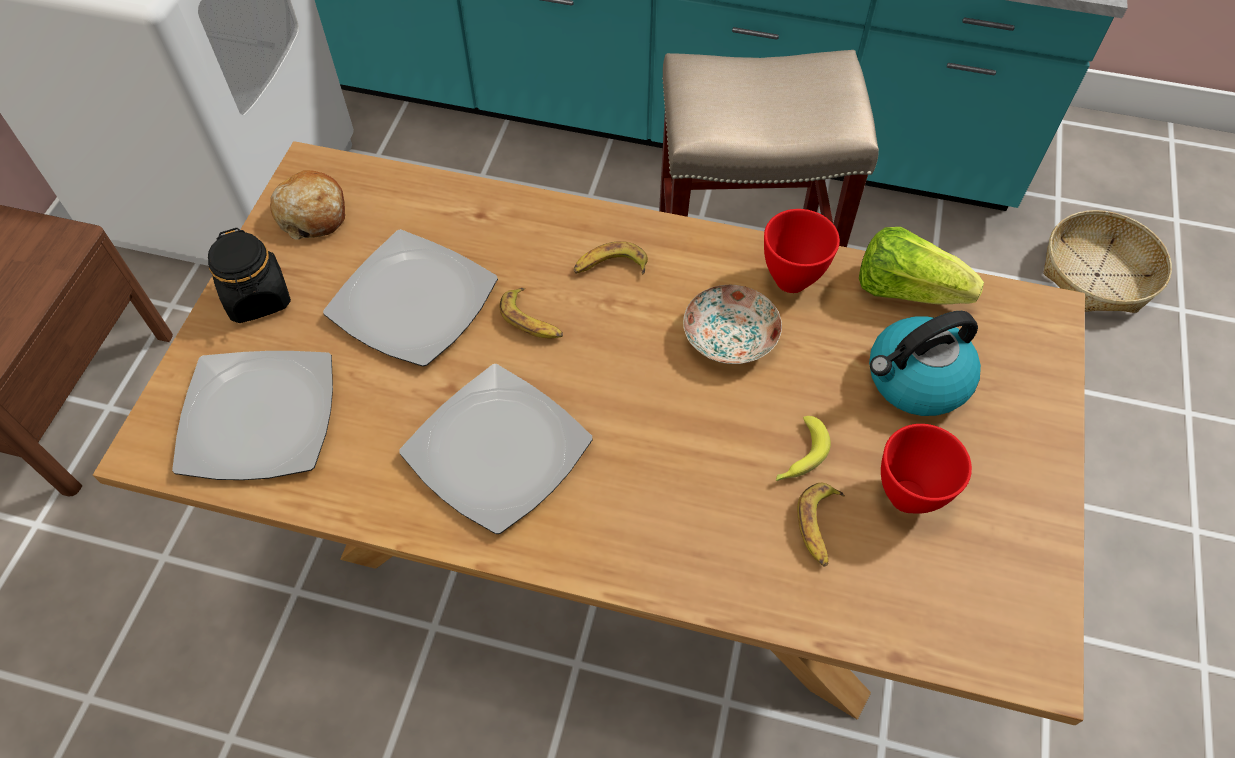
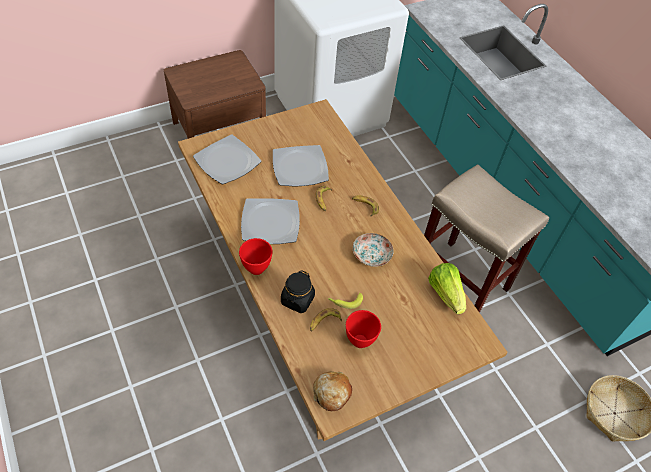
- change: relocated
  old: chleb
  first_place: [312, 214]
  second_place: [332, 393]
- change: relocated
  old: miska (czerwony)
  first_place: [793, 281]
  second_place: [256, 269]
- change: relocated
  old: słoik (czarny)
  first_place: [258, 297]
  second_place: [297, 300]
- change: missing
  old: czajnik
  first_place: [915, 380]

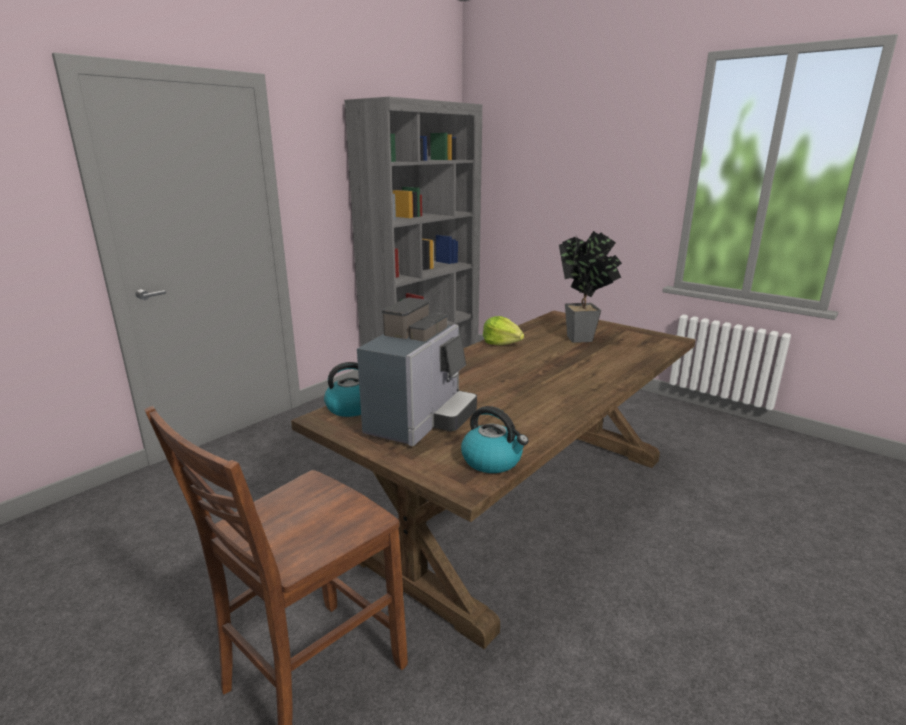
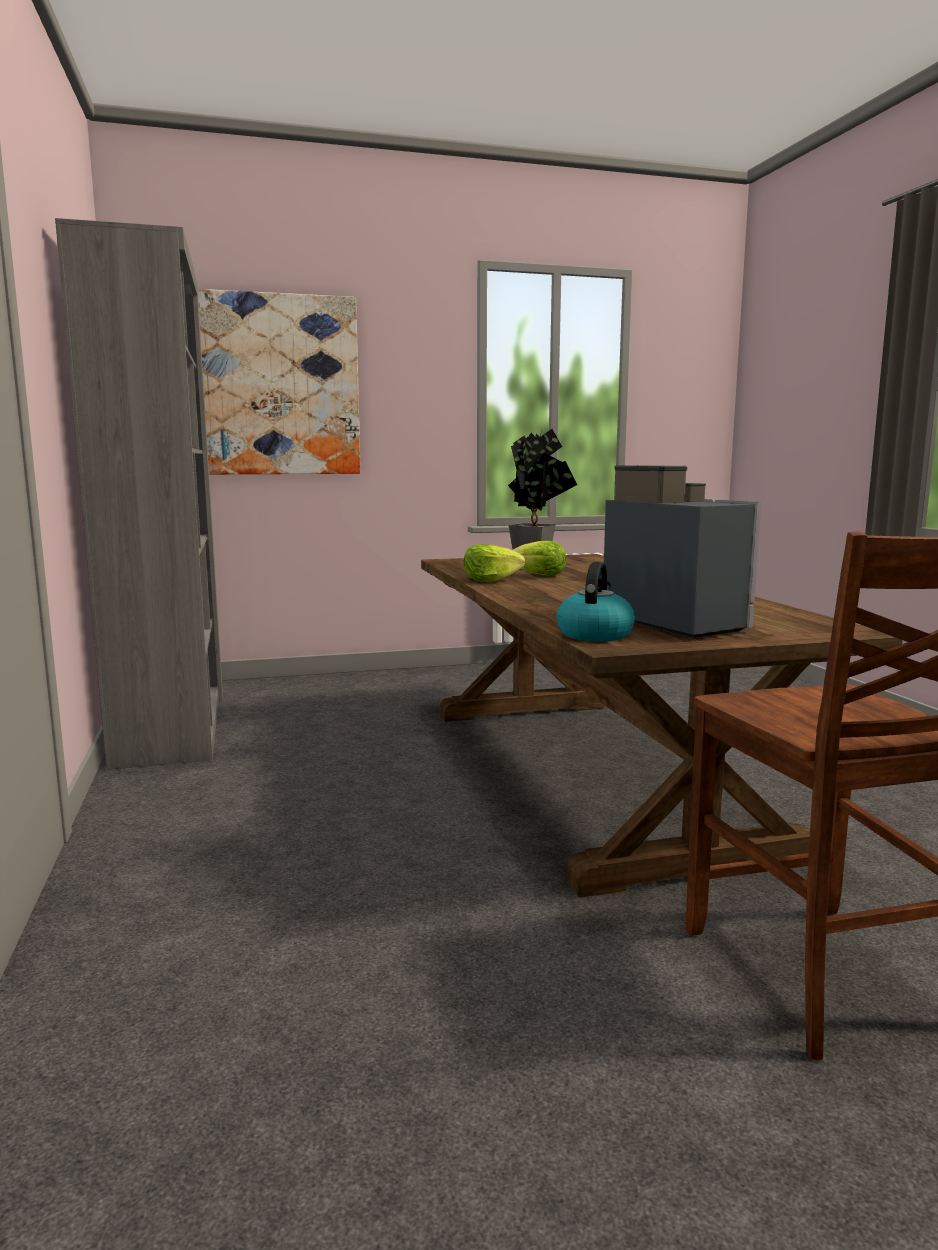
- change: missing
  old: czajnik
  first_place: [493, 460]
- change: appeared
  new: obraz
  second_place: [270, 385]
- change: appeared
  new: sałata
  second_place: [539, 575]

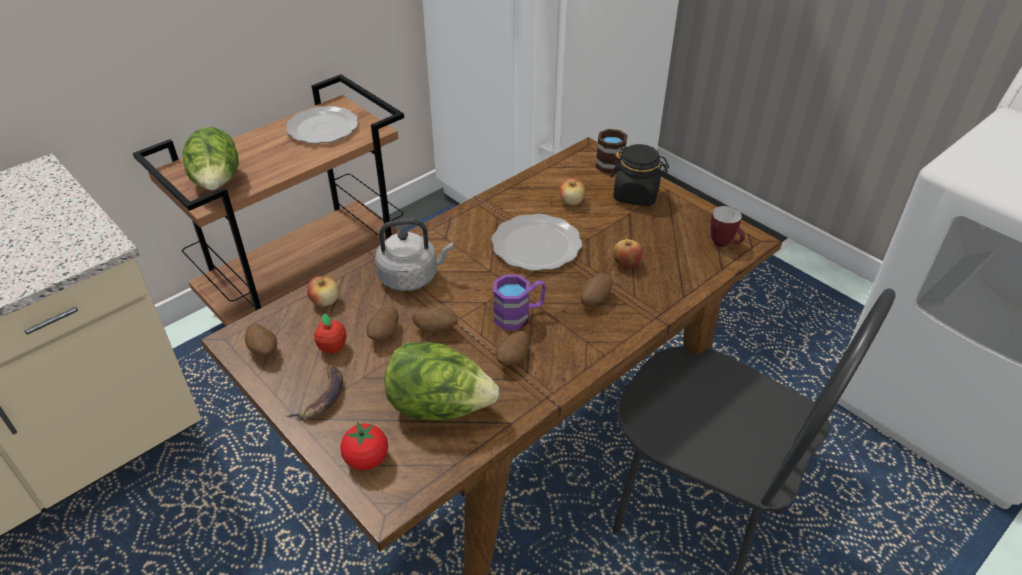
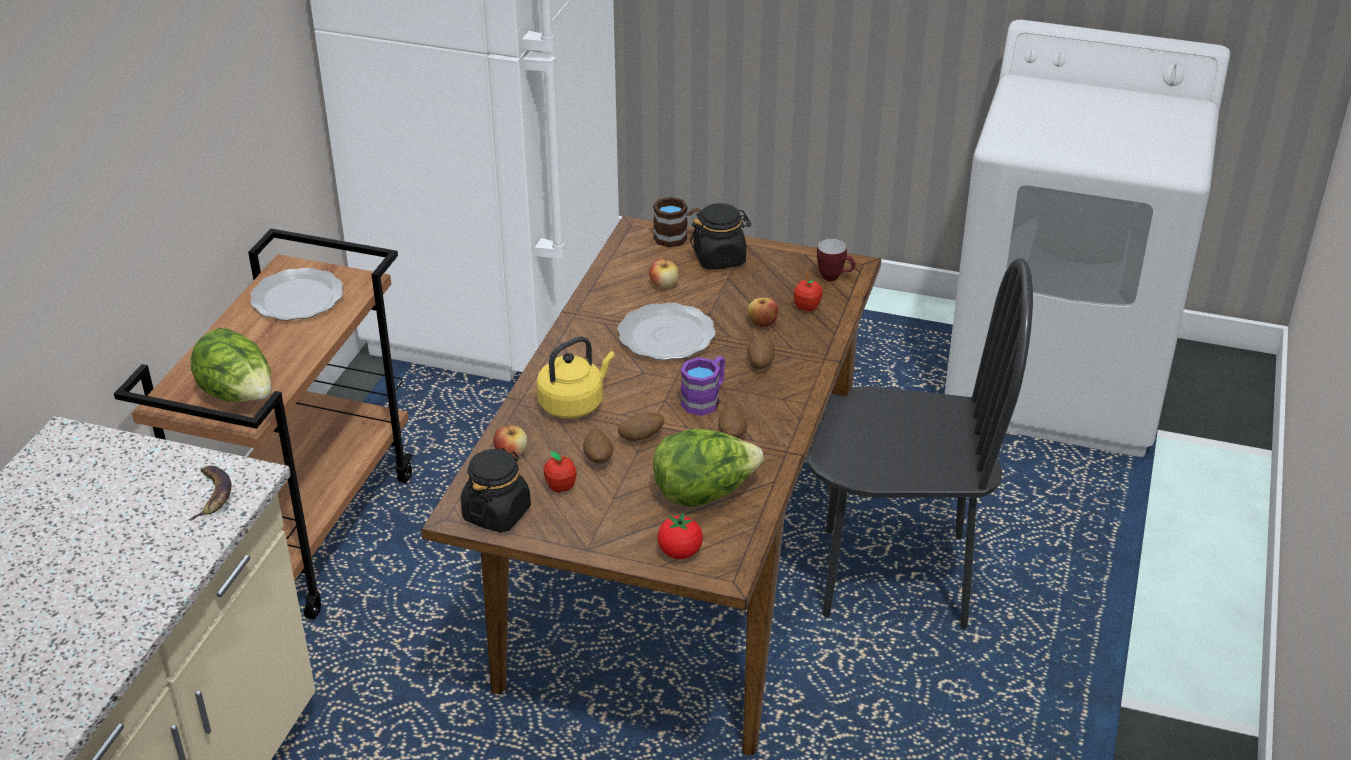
- change: colour
  old: czajnik (szary)
  new: czajnik (żółty)
  first_place: [412, 277]
  second_place: [574, 403]
- change: exchanged
  old: ziemniak
  new: słoik (czarny)
  first_place: [264, 350]
  second_place: [497, 513]
- change: relocated
  old: banan
  first_place: [321, 397]
  second_place: [211, 495]
- change: appeared
  new: jabłko
  second_place: [807, 307]

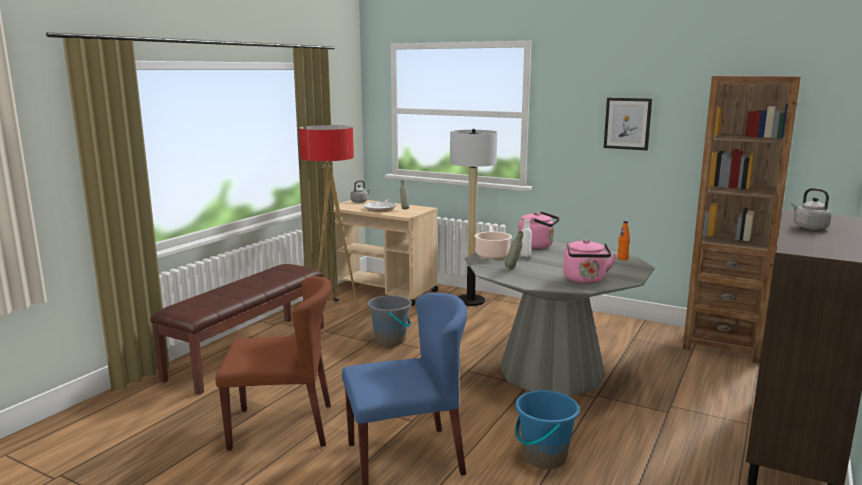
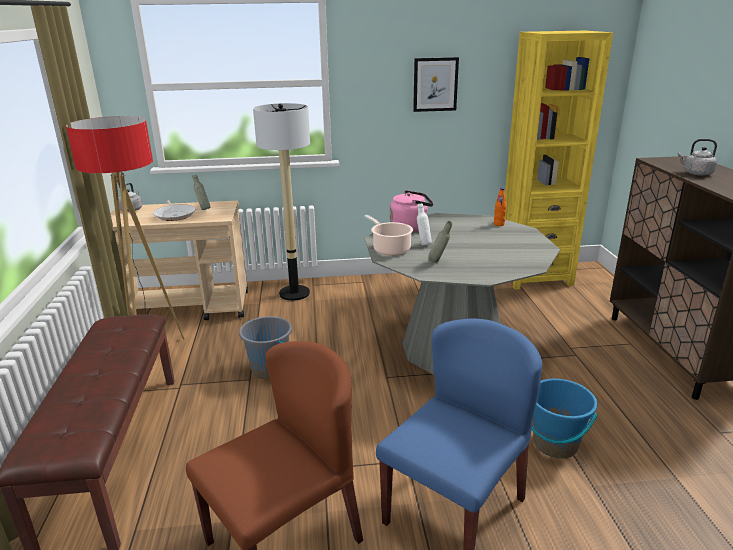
- change: colour
  old: regał (brązowy)
  new: regał (żółty)
  first_place: [723, 345]
  second_place: [534, 276]
- change: missing
  old: czajnik (różowy)
  first_place: [585, 280]

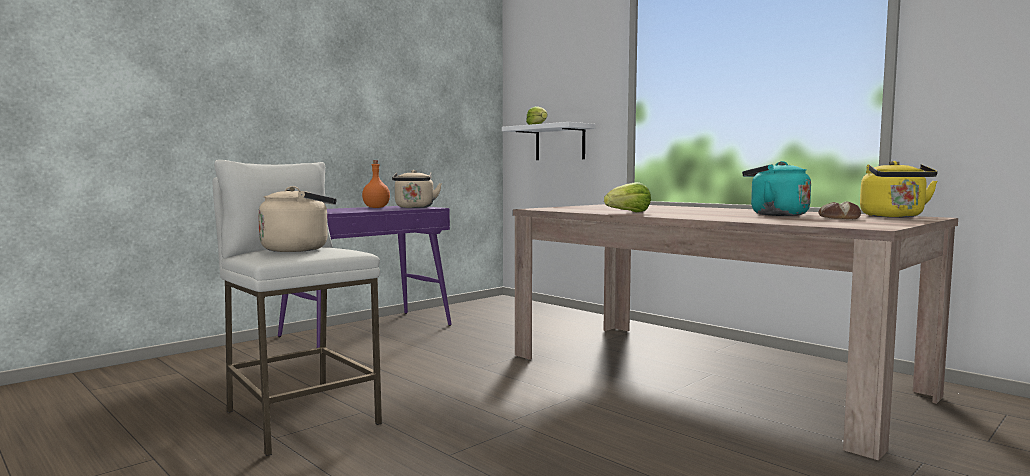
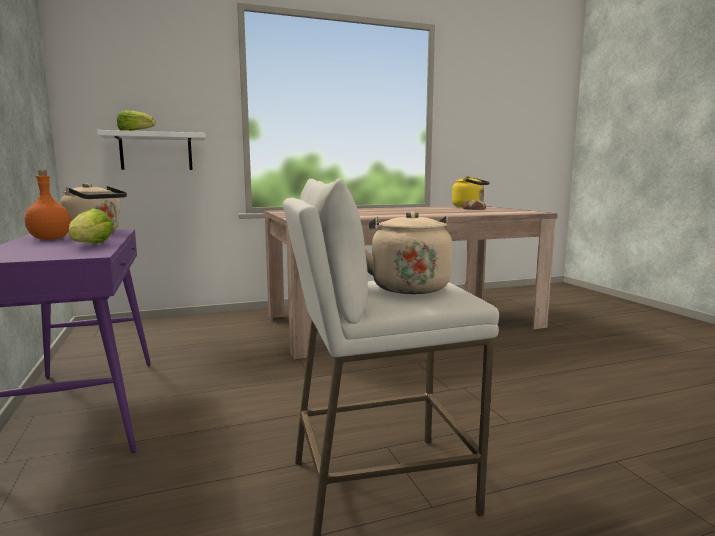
- change: missing
  old: czajnik (turkusowy)
  first_place: [774, 215]
- change: relocated
  old: sałata
  first_place: [628, 212]
  second_place: [91, 245]

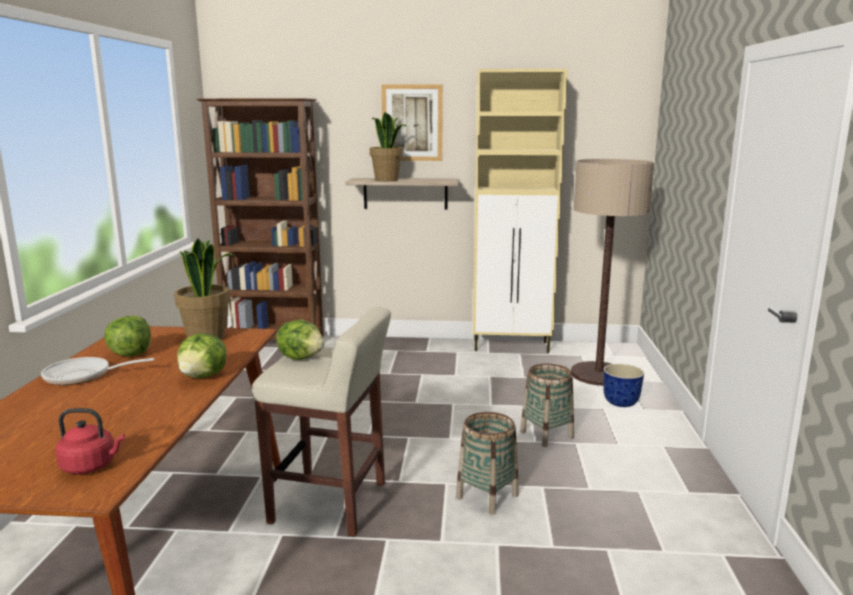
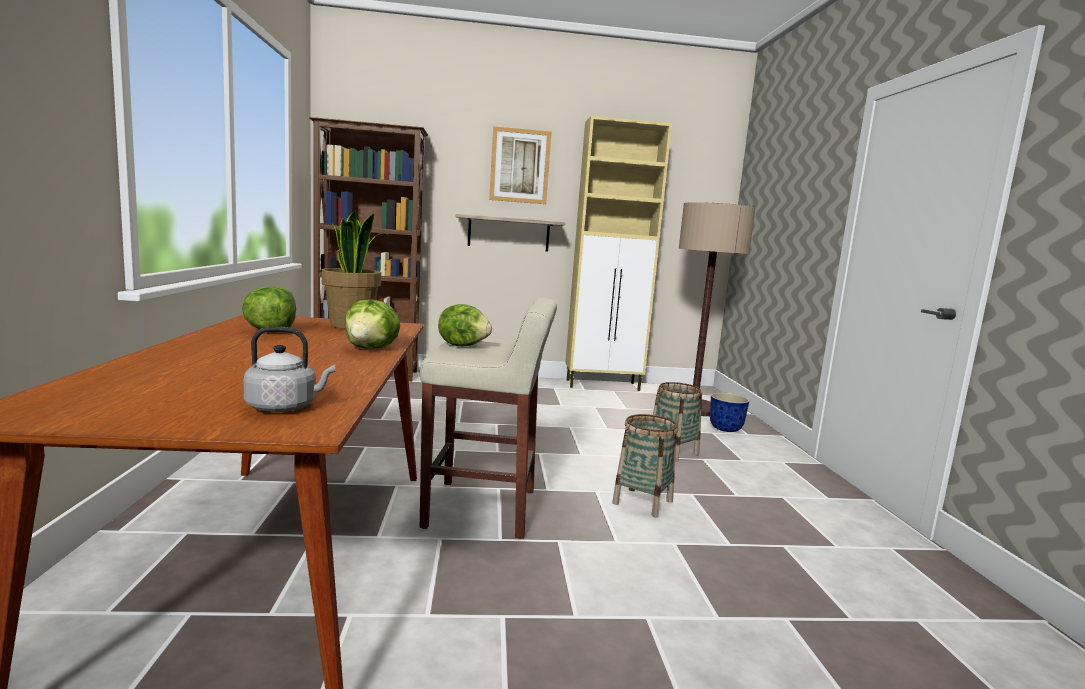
- change: missing
  old: roślina doniczkowa
  first_place: [387, 180]
- change: missing
  old: patelnia
  first_place: [83, 376]
- change: colour
  old: czajnik (czerwony)
  new: czajnik (szary)
  first_place: [91, 466]
  second_place: [285, 407]

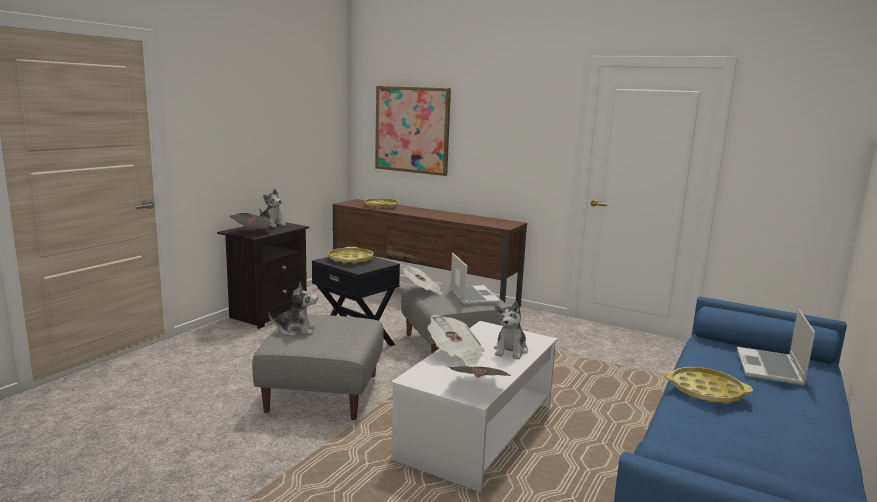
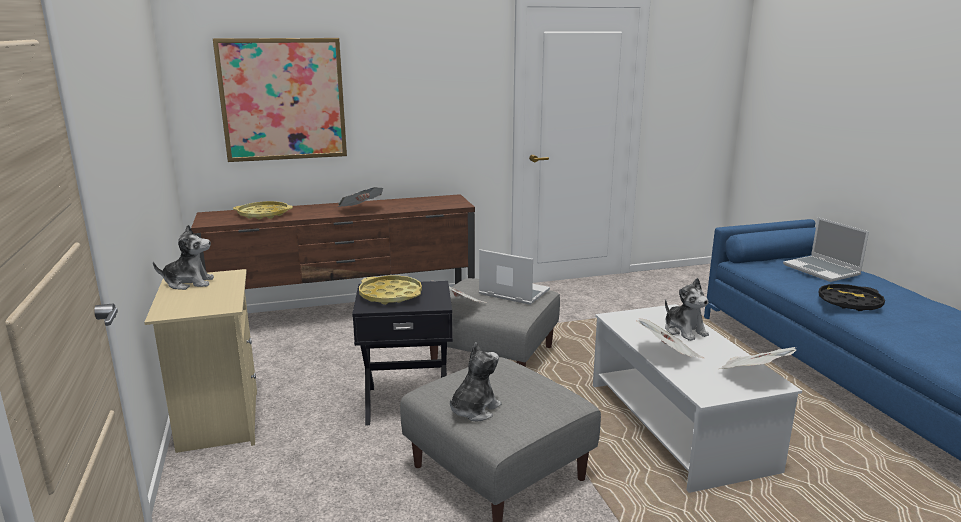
- change: relocated
  old: gazeta
  first_place: [253, 232]
  second_place: [361, 210]
- change: colour
  old: szafka nocna (czarny)
  new: szafka nocna (beżowy)
  first_place: [267, 313]
  second_place: [218, 420]
- change: colour
  old: taca (żółty)
  new: taca (czarny)
  first_place: [706, 391]
  second_place: [849, 302]

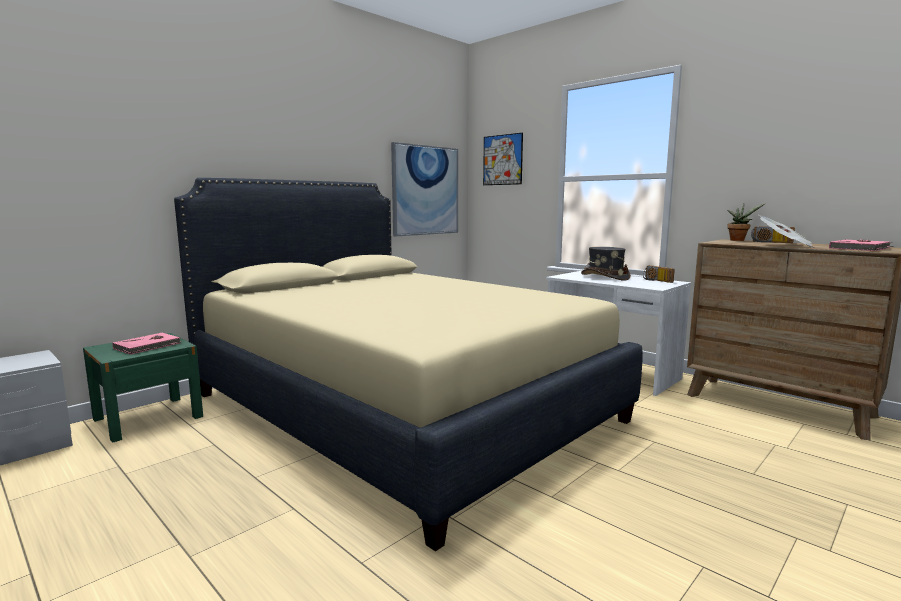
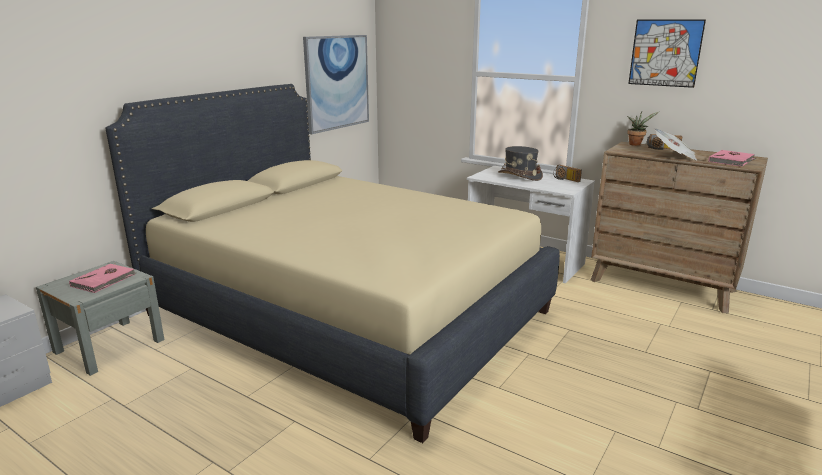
- change: relocated
  old: obraz
  first_place: [502, 160]
  second_place: [665, 53]
- change: colour
  old: szafka nocna (zielony)
  new: szafka nocna (szary)
  first_place: [148, 418]
  second_place: [109, 346]

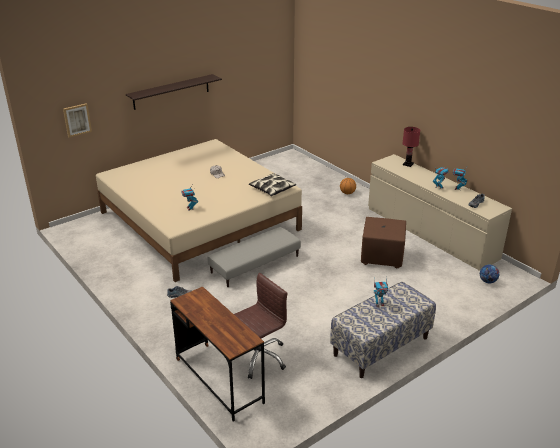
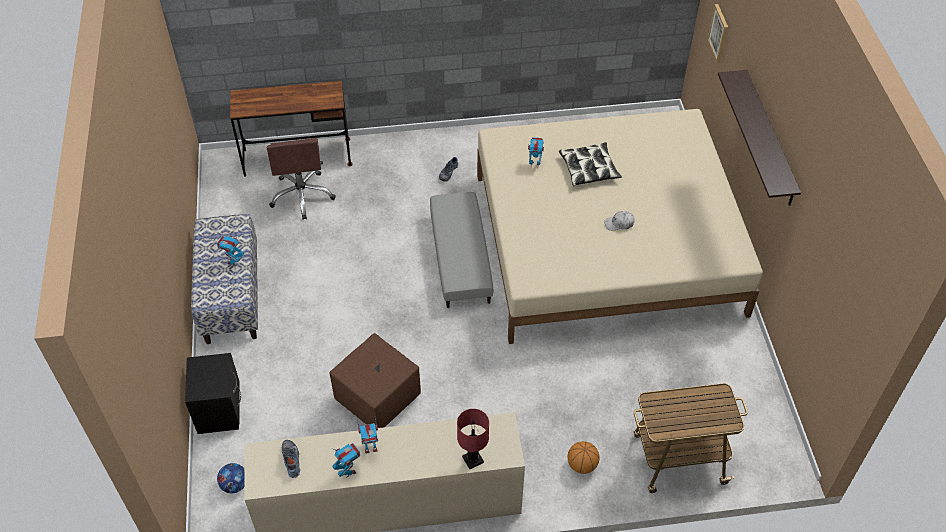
- change: relocated
  old: poduszka
  first_place: [272, 189]
  second_place: [589, 169]
- change: appeared
  new: szafka nocna (czarny)
  second_place: [220, 409]
- change: appeared
  new: wózek
  second_place: [677, 459]

